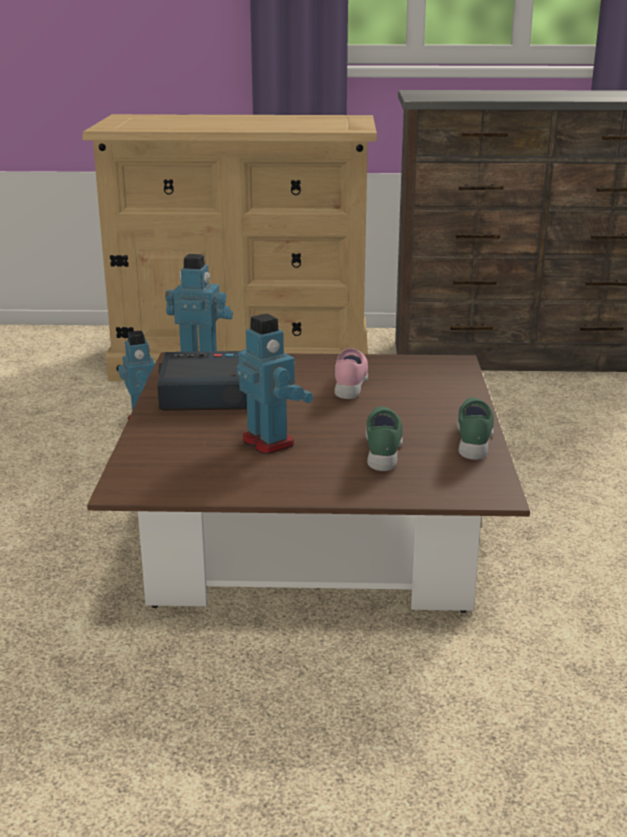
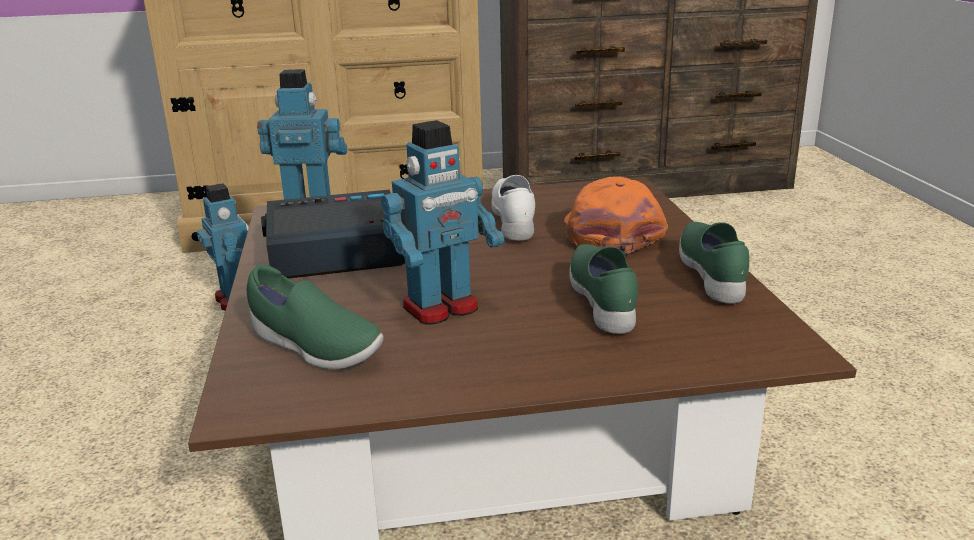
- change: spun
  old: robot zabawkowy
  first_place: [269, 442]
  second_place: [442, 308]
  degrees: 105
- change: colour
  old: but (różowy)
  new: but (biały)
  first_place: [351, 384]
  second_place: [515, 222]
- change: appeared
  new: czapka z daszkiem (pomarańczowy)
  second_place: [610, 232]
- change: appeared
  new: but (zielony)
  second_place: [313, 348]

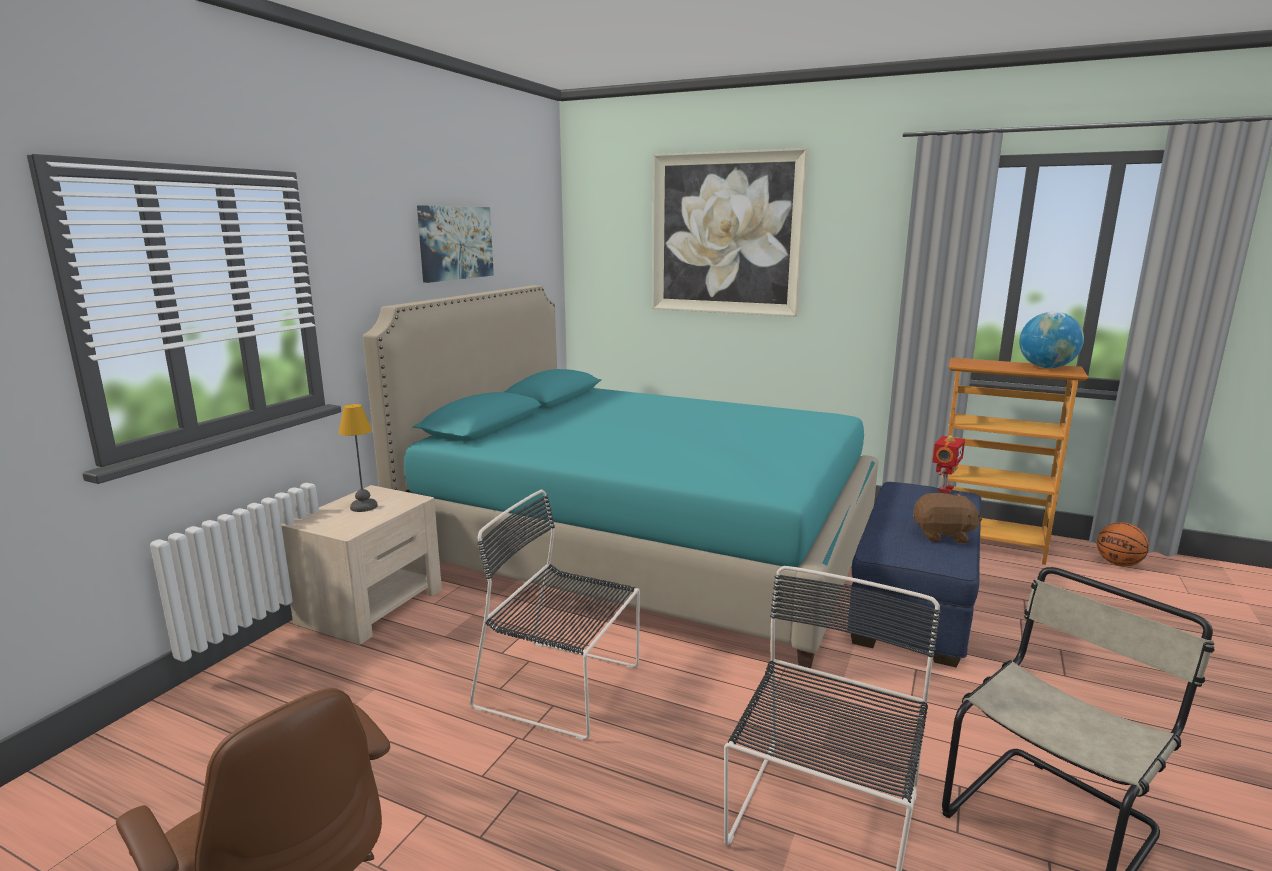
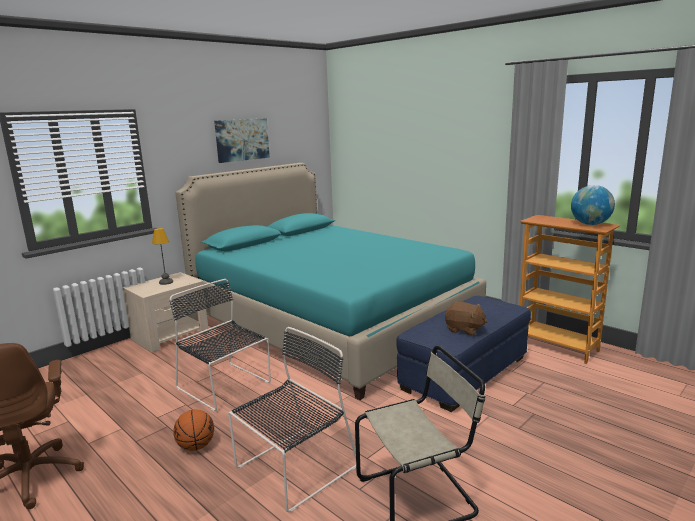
- change: missing
  old: obraz
  first_place: [726, 234]
- change: missing
  old: robot zabawkowy
  first_place: [944, 489]
- change: relocated
  old: piłka do koszykówki
  first_place: [1118, 564]
  second_place: [196, 446]

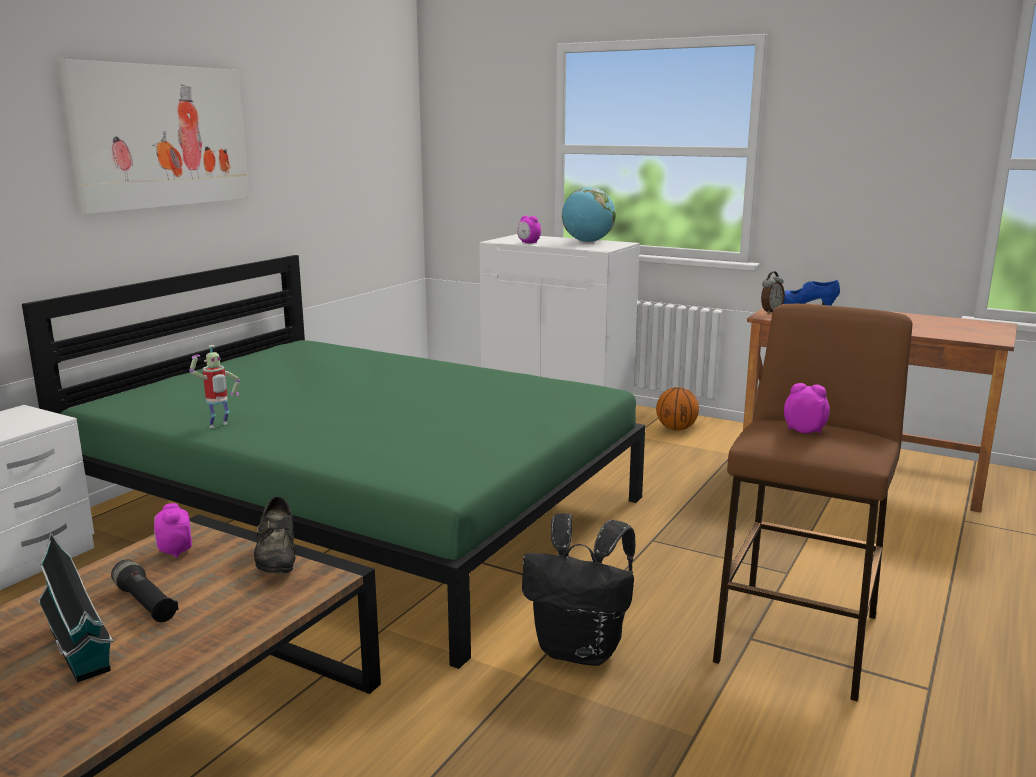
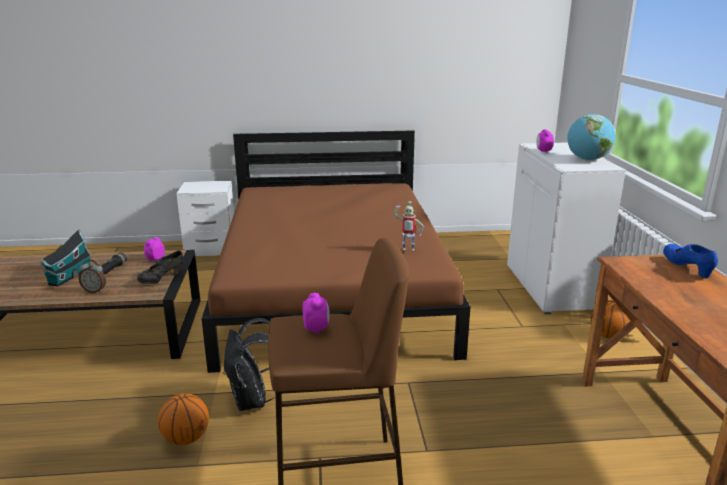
- change: missing
  old: obraz
  first_place: [161, 136]
- change: colour
  old: łóżko (zielony)
  new: łóżko (brązowy)
  first_place: [361, 510]
  second_place: [333, 288]
- change: relocated
  old: budzik
  first_place: [770, 312]
  second_place: [95, 291]
- change: relocated
  old: robot zabawkowy
  first_place: [219, 426]
  second_place: [408, 250]
- change: appeared
  new: piłka do koszykówki
  second_place: [186, 438]

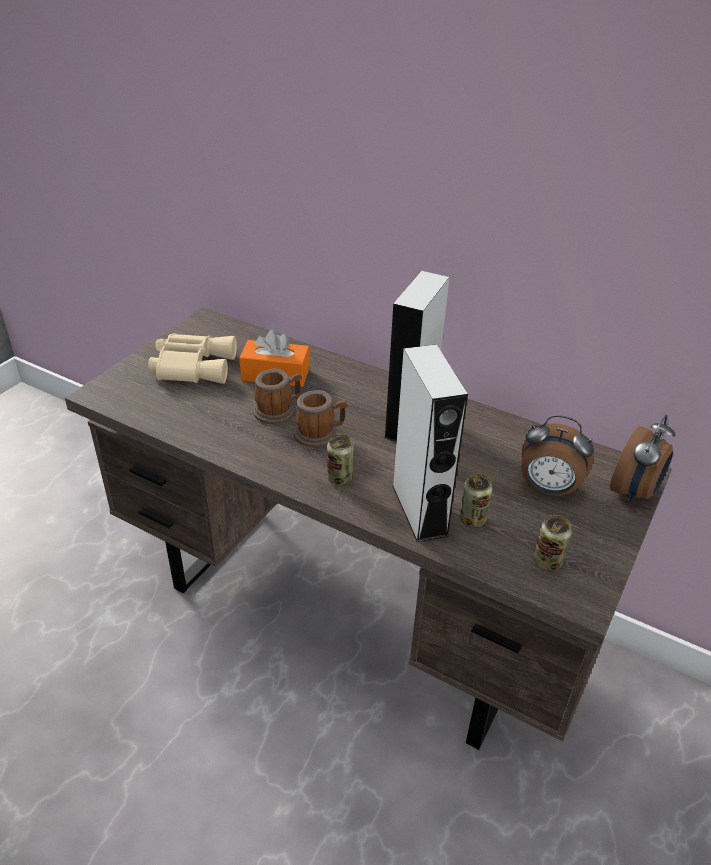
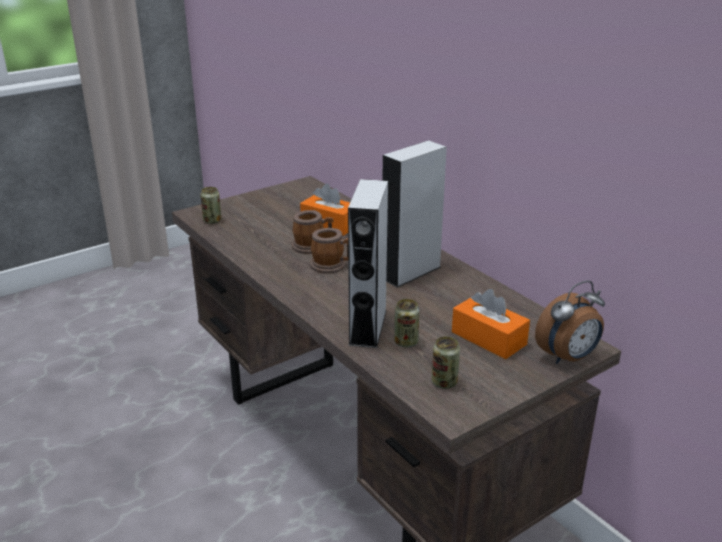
- change: missing
  old: lornetka (beżowy)
  first_place: [193, 365]
- change: exchanged
  old: budzik
  new: pudełko chusteczek (pomarańczowy)
  first_place: [547, 489]
  second_place: [488, 338]
- change: relocated
  old: puszka
  first_place: [339, 478]
  second_place: [212, 221]

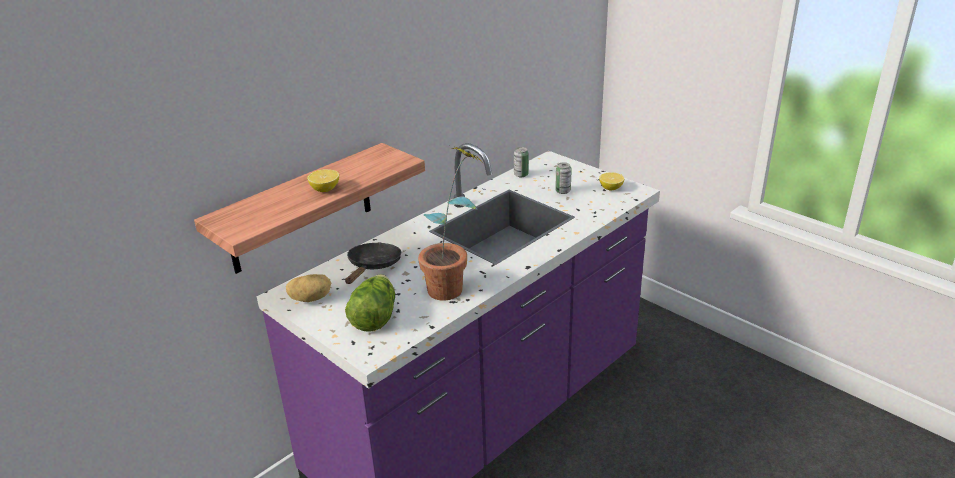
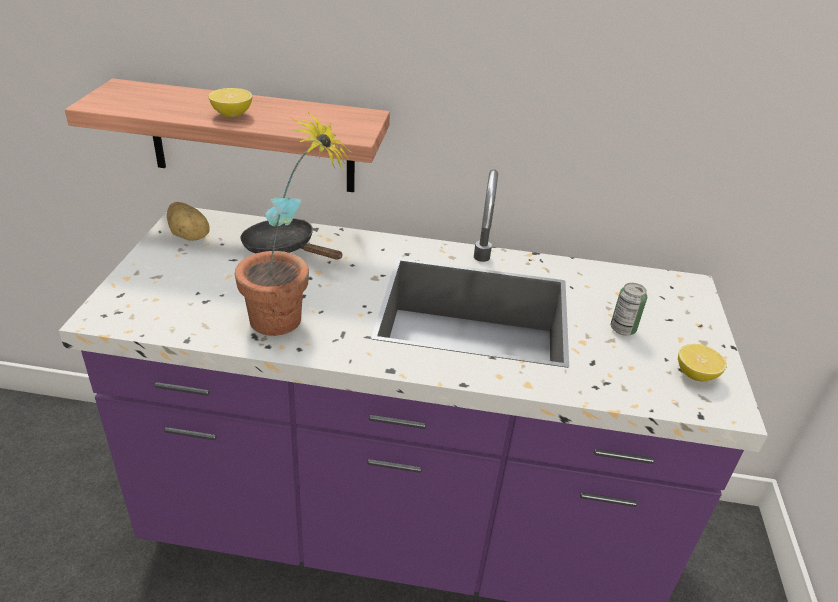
- change: missing
  old: puszka
  first_place: [521, 175]
- change: spun
  old: patelnia (czarny)
  first_place: [373, 266]
  second_place: [284, 249]
  degrees: -120
- change: missing
  old: sałata
  first_place: [374, 316]

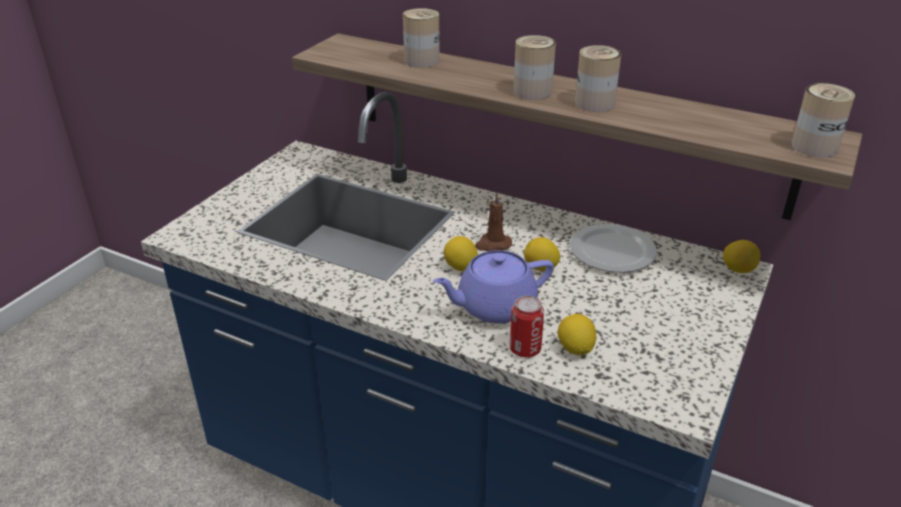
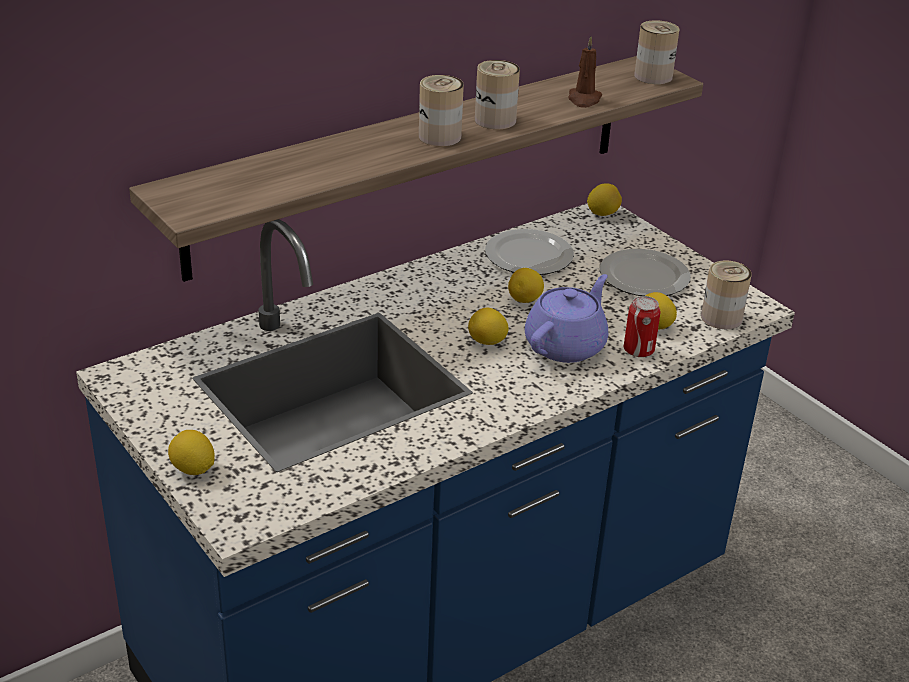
- change: relocated
  old: puszka
  first_place: [421, 61]
  second_place: [721, 318]
- change: relocated
  old: świeca (brązowy)
  first_place: [493, 244]
  second_place: [584, 99]
- change: spun
  old: imbryk (fioletowy)
  first_place: [494, 307]
  second_place: [566, 345]
  degrees: -150
- change: appeared
  new: talerz
  second_place: [644, 278]
- change: appeared
  new: cytryna
  second_place: [193, 469]

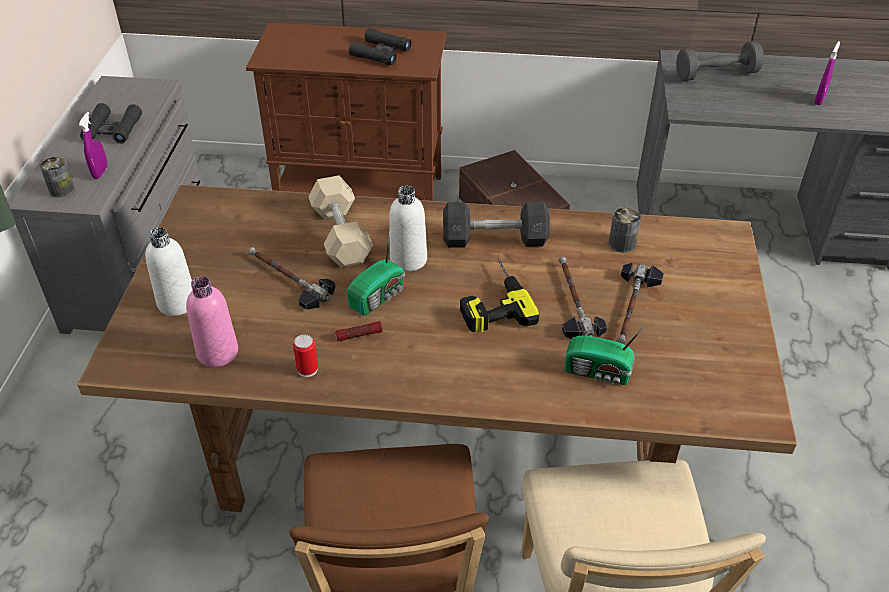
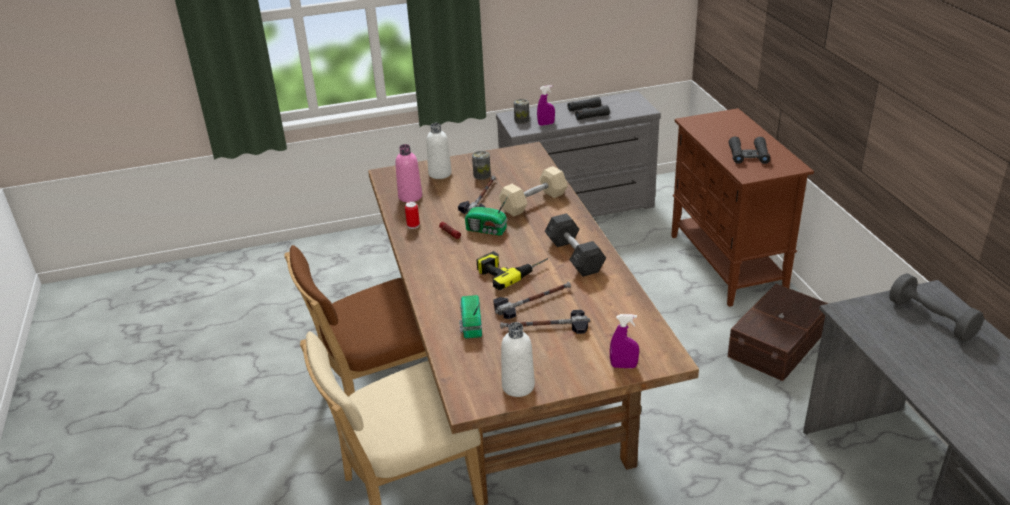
- change: relocated
  old: spryskiwacz (fioletowy)
  first_place: [819, 100]
  second_place: [623, 366]
- change: relocated
  old: butelka (biały)
  first_place: [408, 260]
  second_place: [518, 386]
- change: relocated
  old: puszka
  first_place: [622, 243]
  second_place: [482, 175]

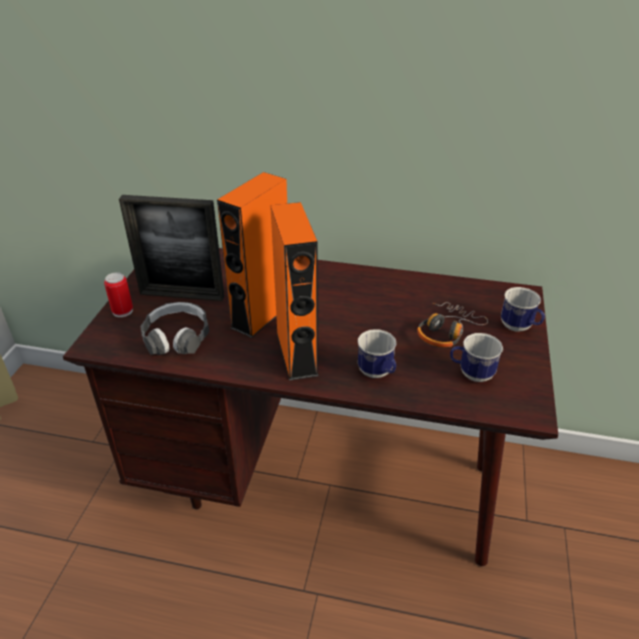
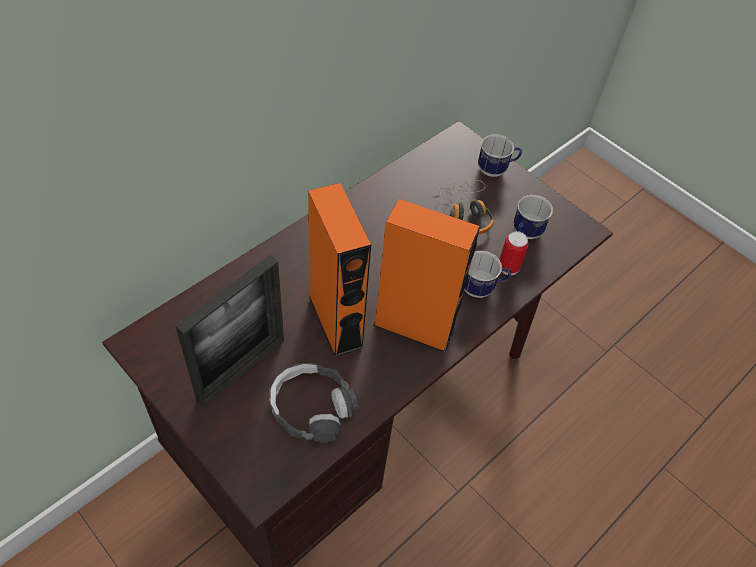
- change: relocated
  old: puszka
  first_place: [122, 311]
  second_place: [508, 266]

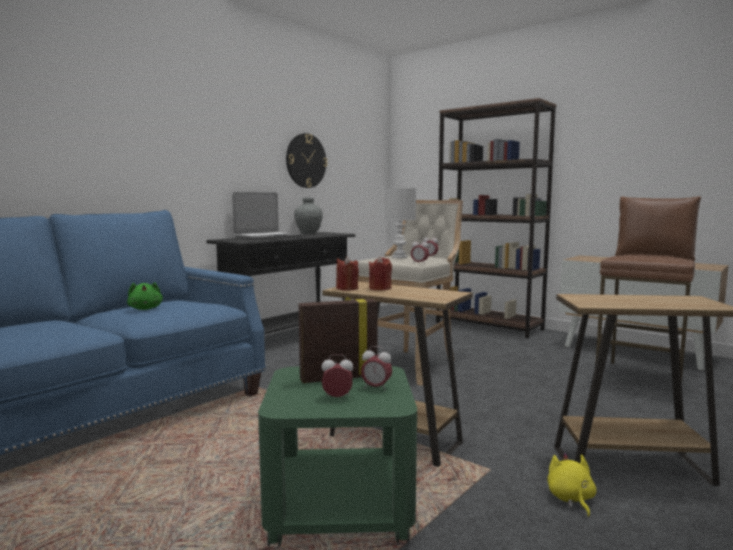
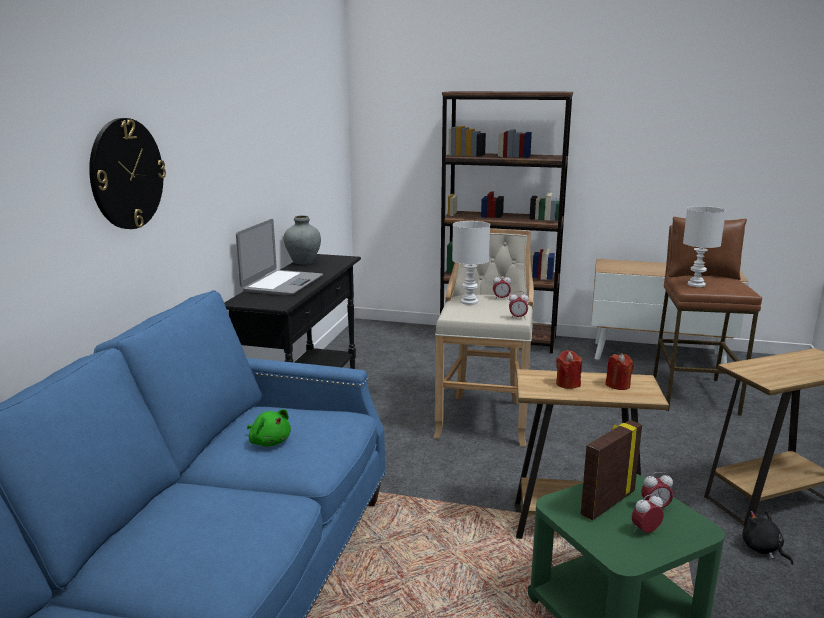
- change: relocated
  old: zegar ścienny
  first_place: [306, 161]
  second_place: [126, 174]
- change: relocated
  old: świeca (czerwony)
  first_place: [347, 288]
  second_place: [618, 385]
- change: colour
  old: pluszak (żółty)
  new: pluszak (czarny)
  first_place: [571, 499]
  second_place: [763, 549]
- change: appeared
  new: lampa stołowa (biały)
  second_place: [697, 285]

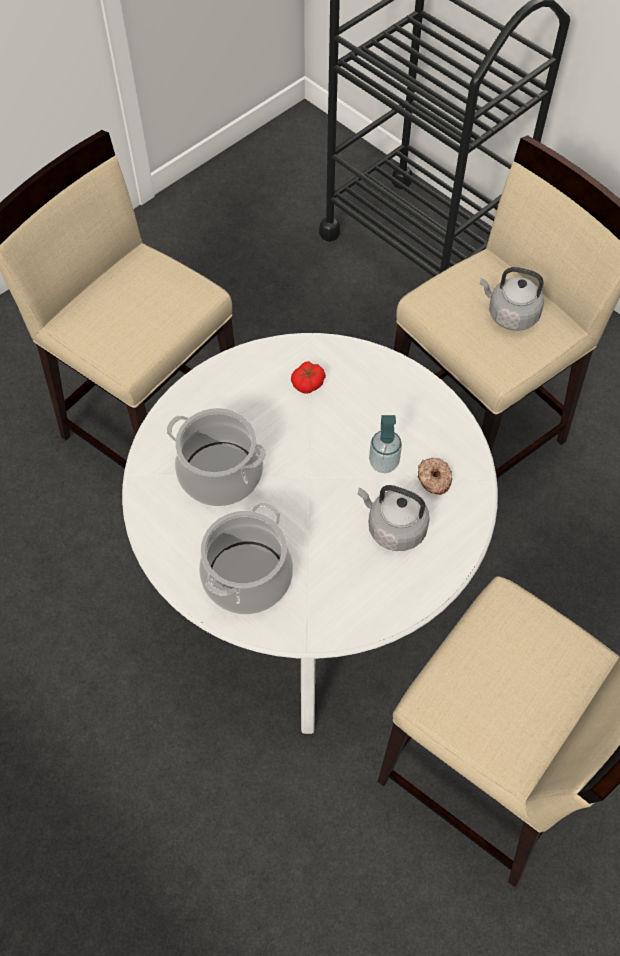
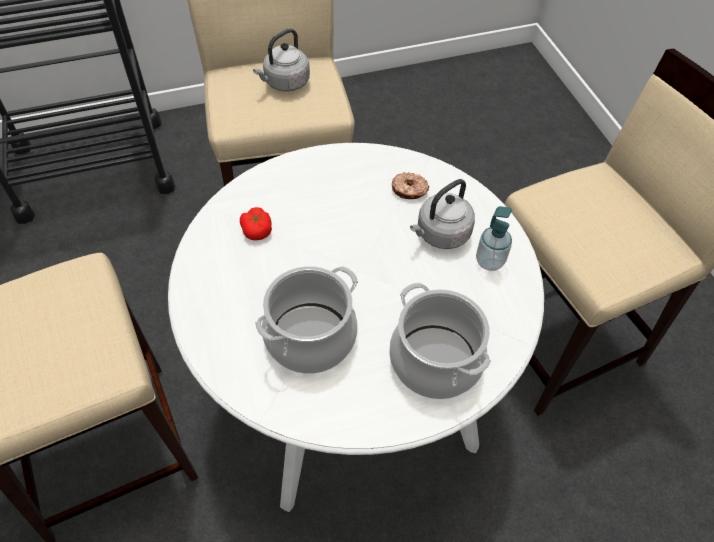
- change: relocated
  old: dozownik mydła
  first_place: [383, 463]
  second_place: [489, 261]

